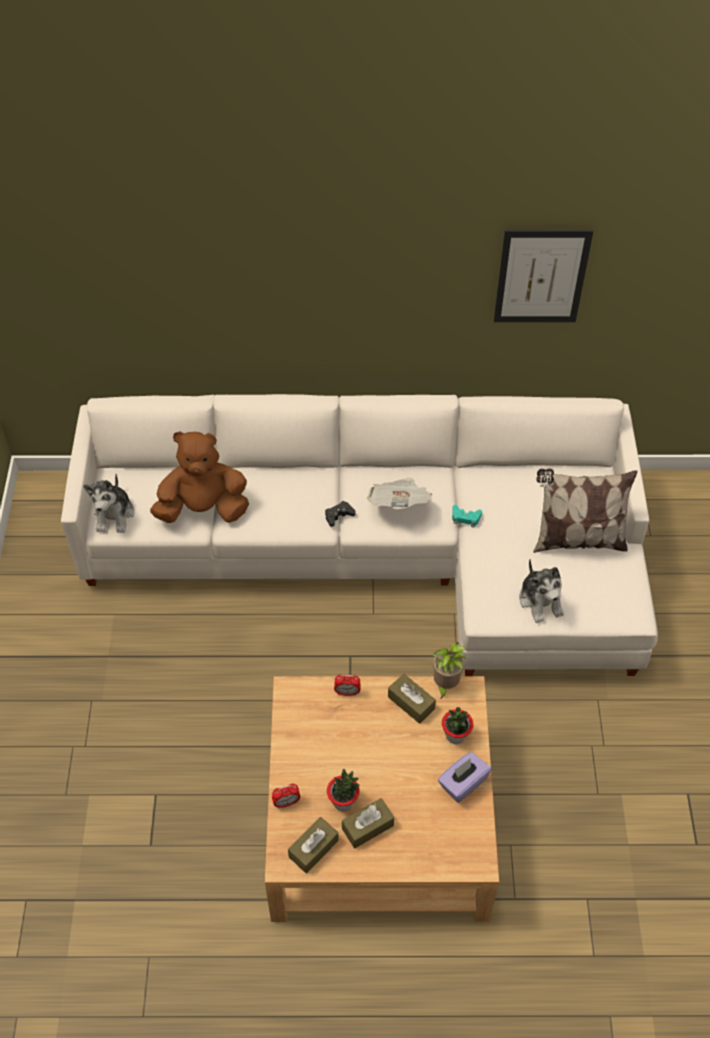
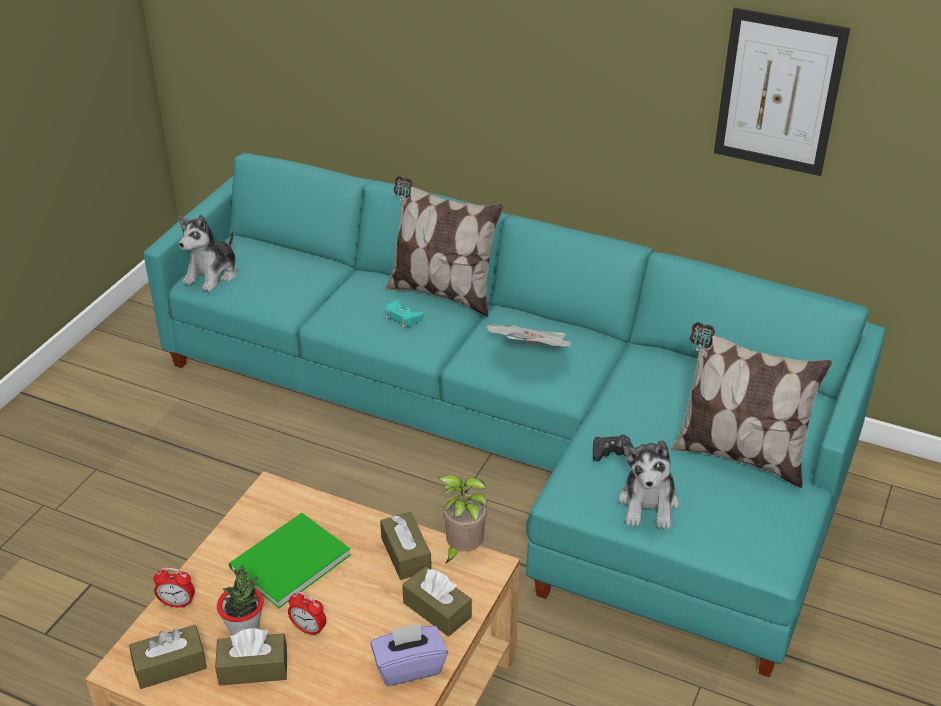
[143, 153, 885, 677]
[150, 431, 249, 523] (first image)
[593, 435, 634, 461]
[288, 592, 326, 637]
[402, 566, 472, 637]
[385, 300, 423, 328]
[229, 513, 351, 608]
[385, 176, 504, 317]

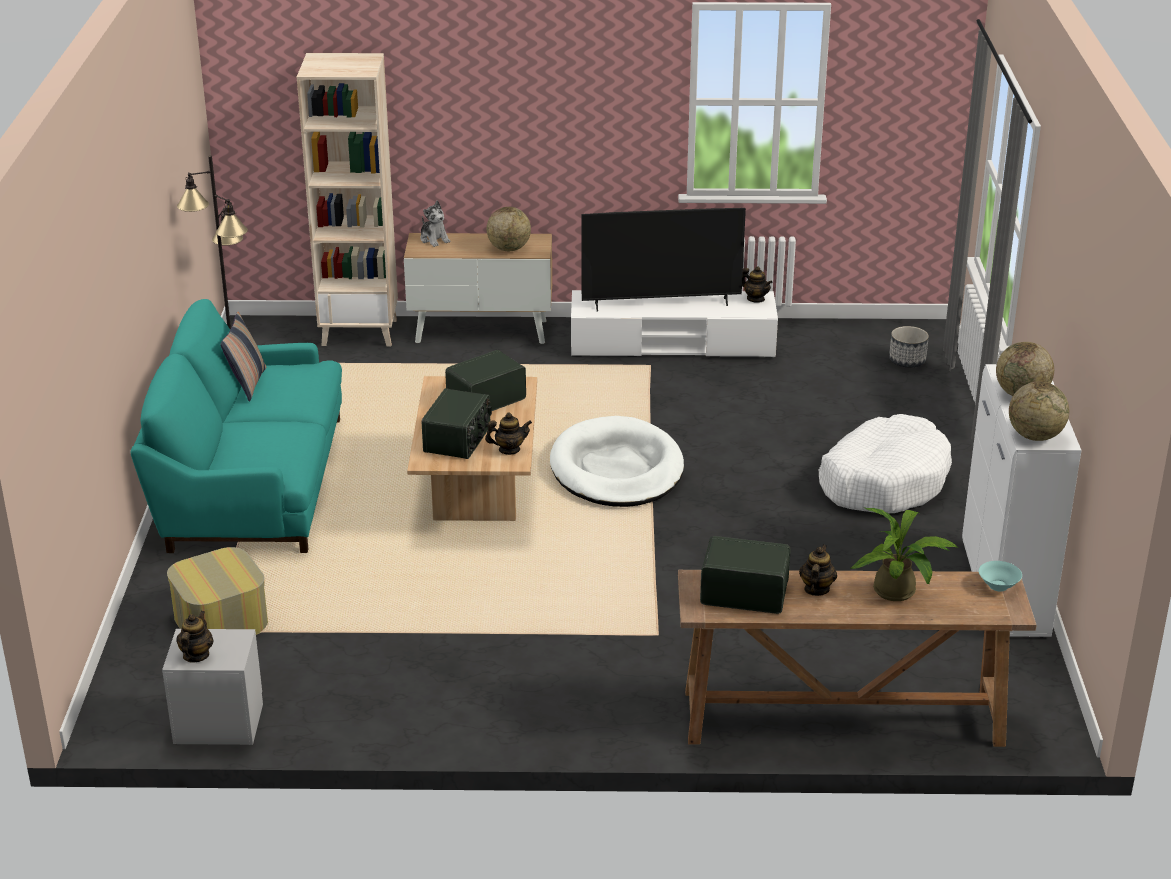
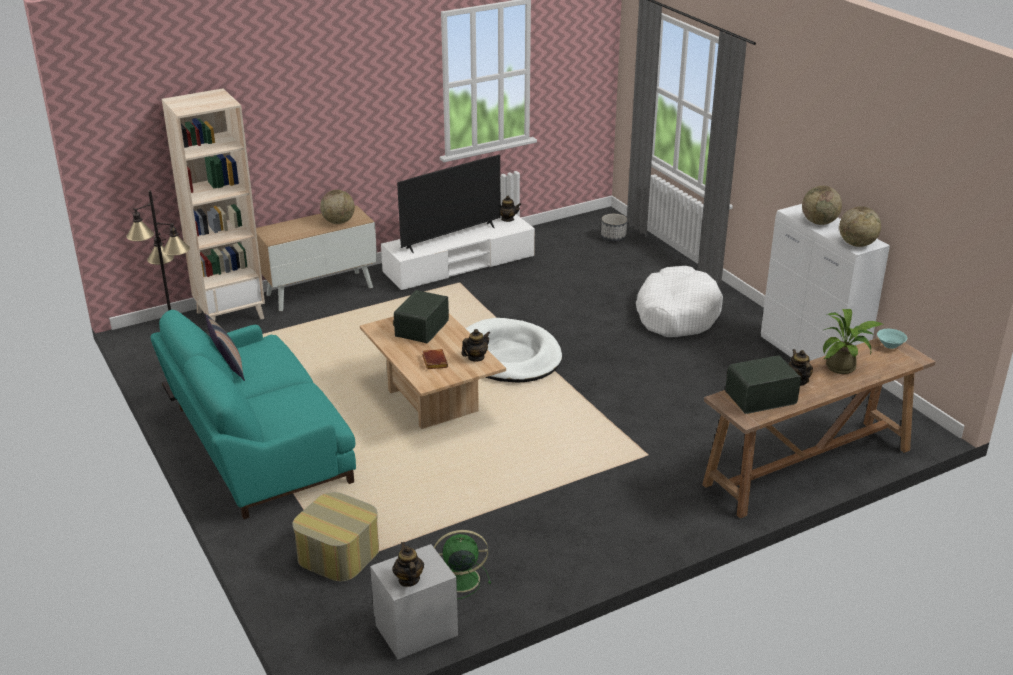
[420, 201, 450, 247] (first image)
[422, 349, 448, 369]
[434, 530, 491, 599]

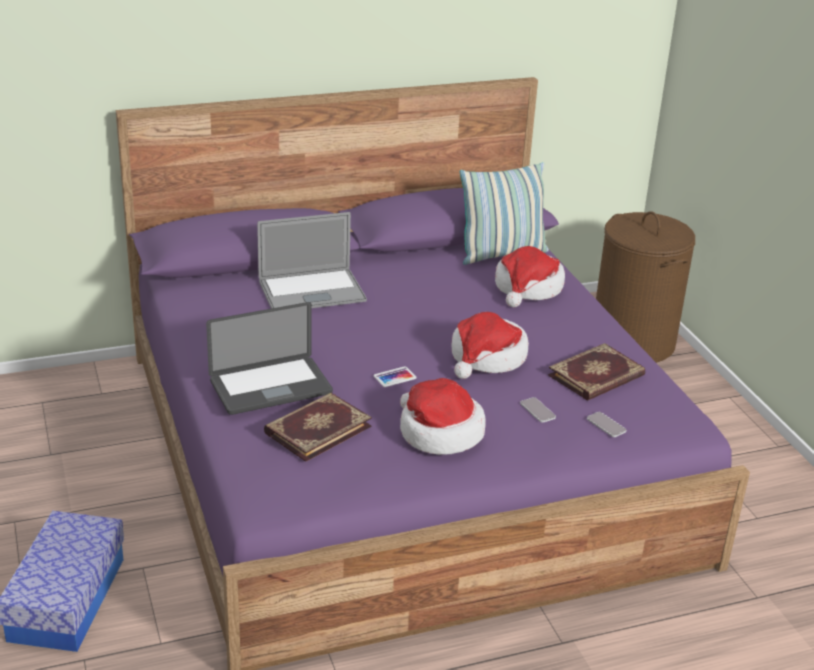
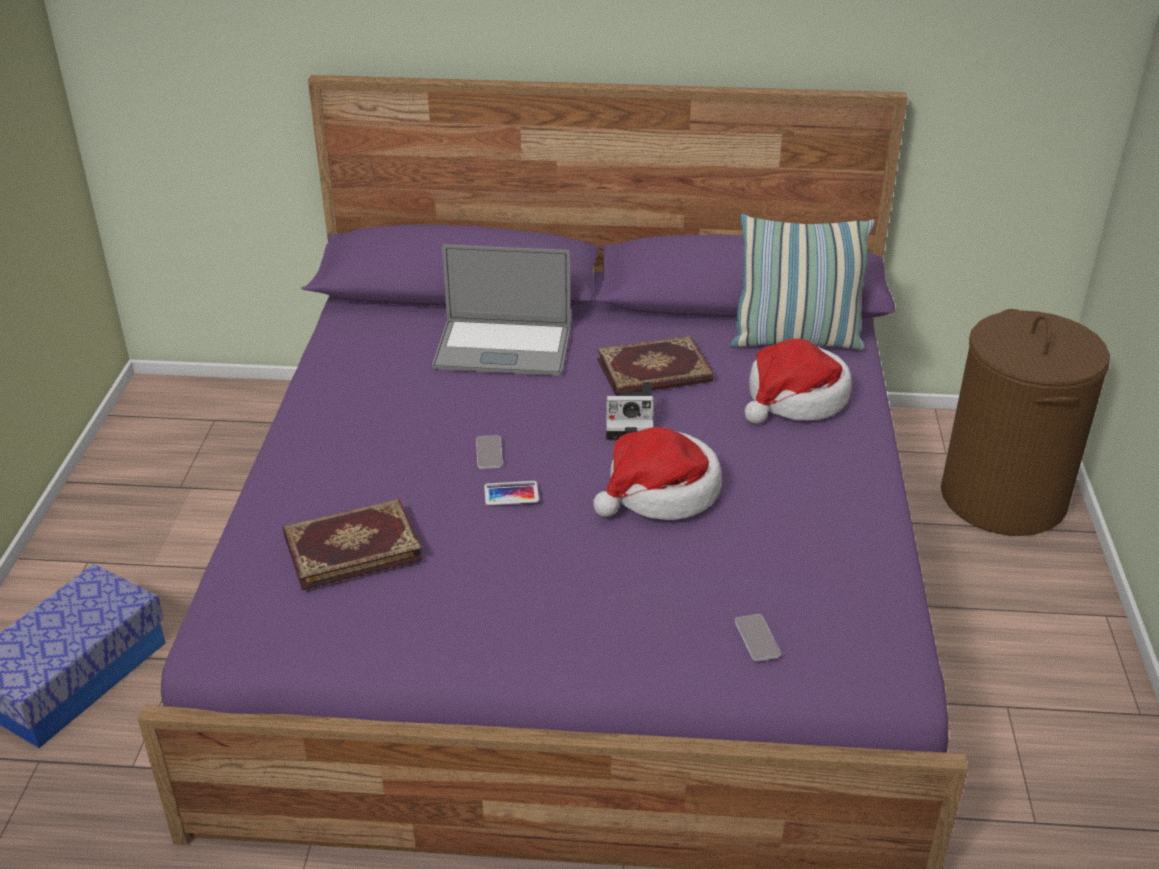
[206, 302, 333, 415] (first image)
[400, 378, 486, 455] (first image)
[476, 435, 503, 469]
[597, 335, 714, 396]
[606, 382, 654, 440]

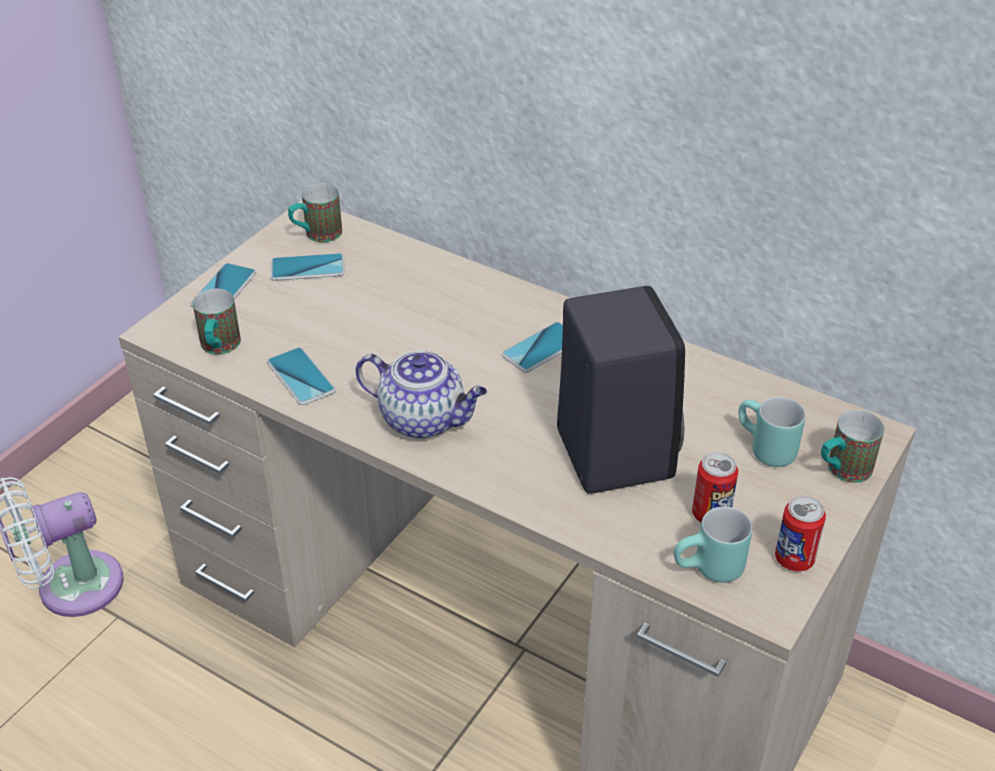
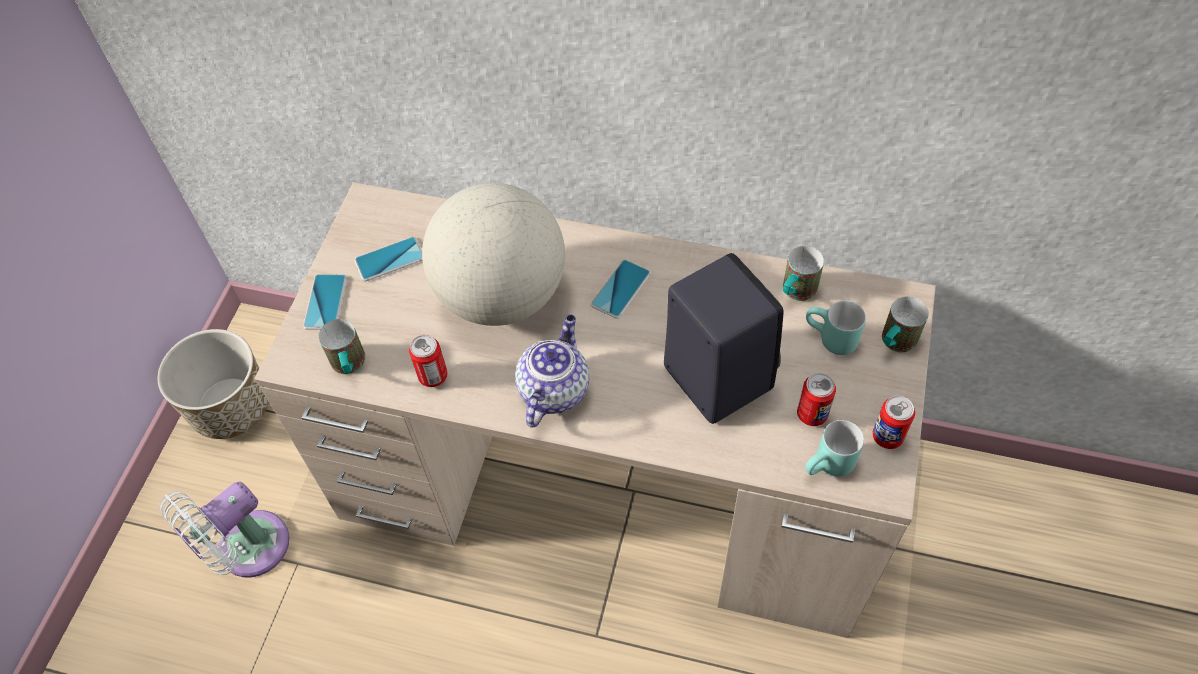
[409, 335, 448, 387]
[783, 246, 824, 301]
[515, 315, 589, 428]
[157, 329, 269, 439]
[422, 183, 565, 326]

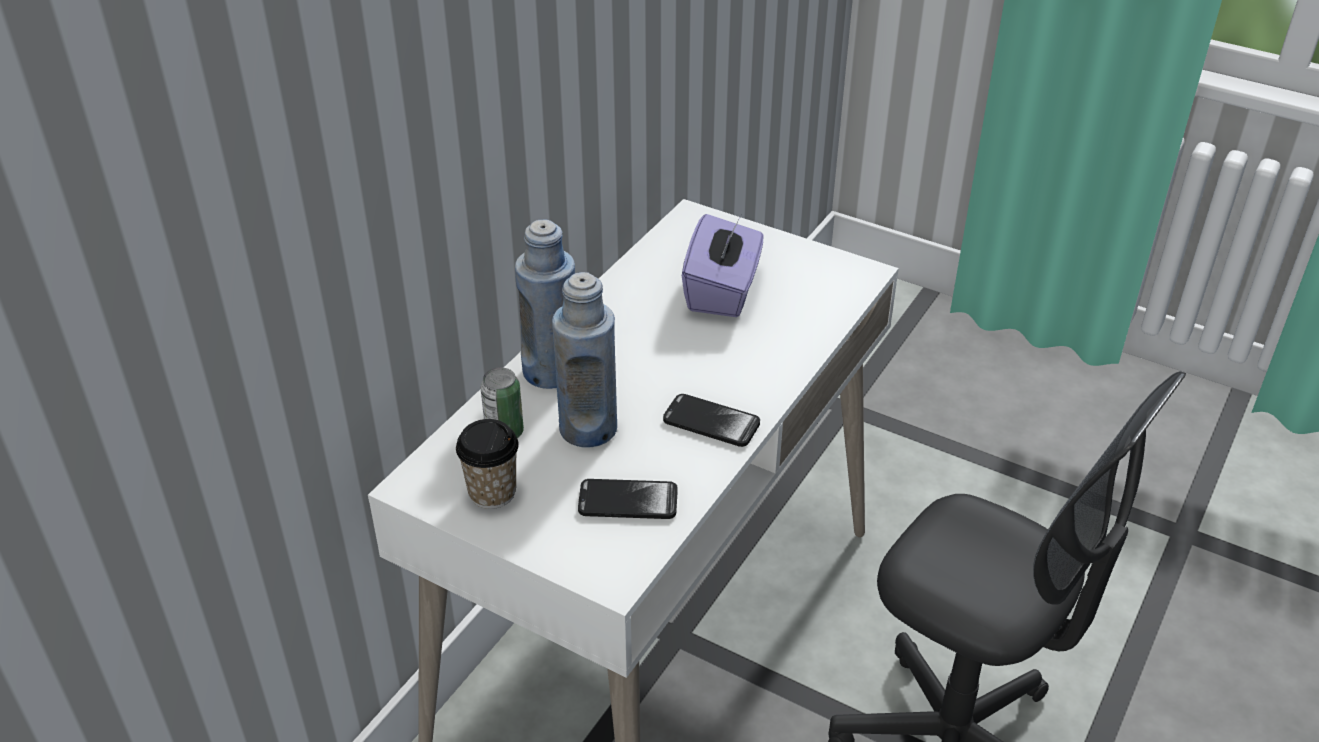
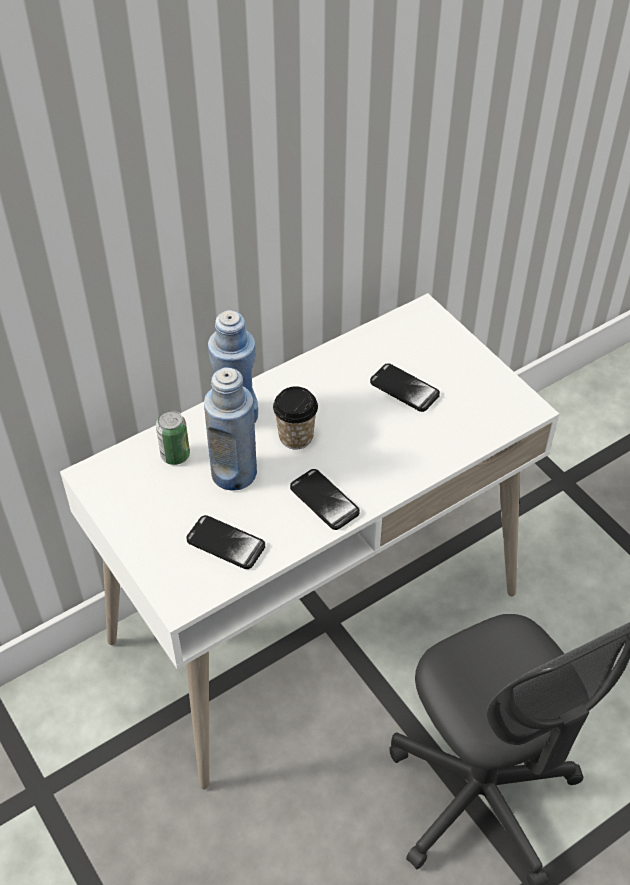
[273, 386, 318, 450]
[370, 363, 440, 412]

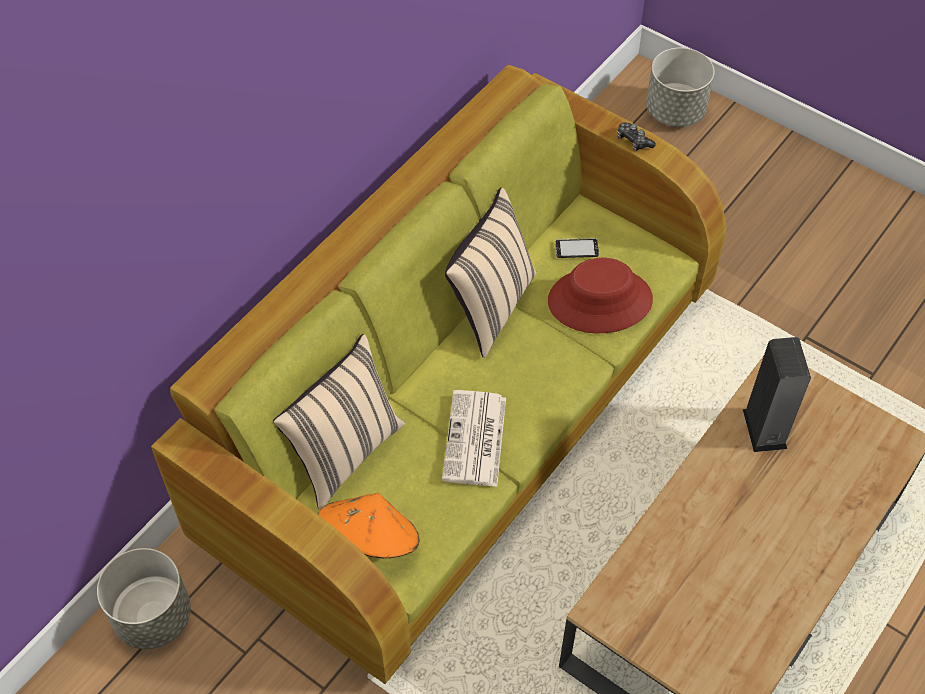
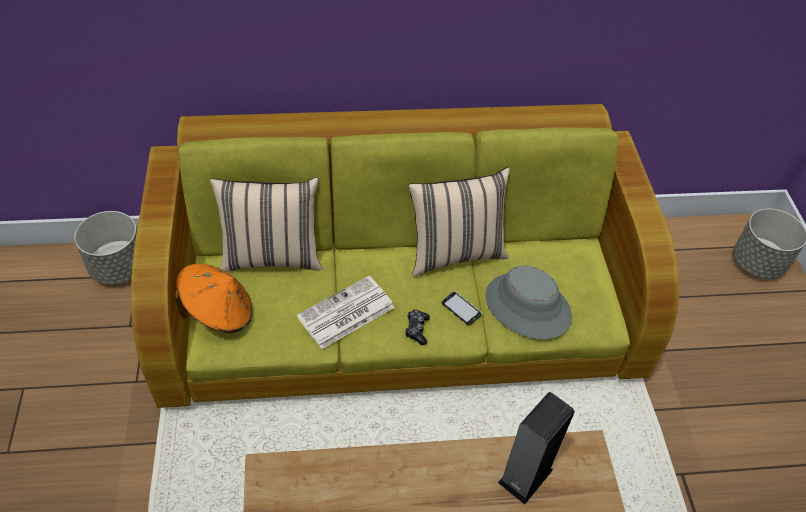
[485, 266, 572, 339]
[442, 291, 482, 325]
[405, 310, 430, 345]

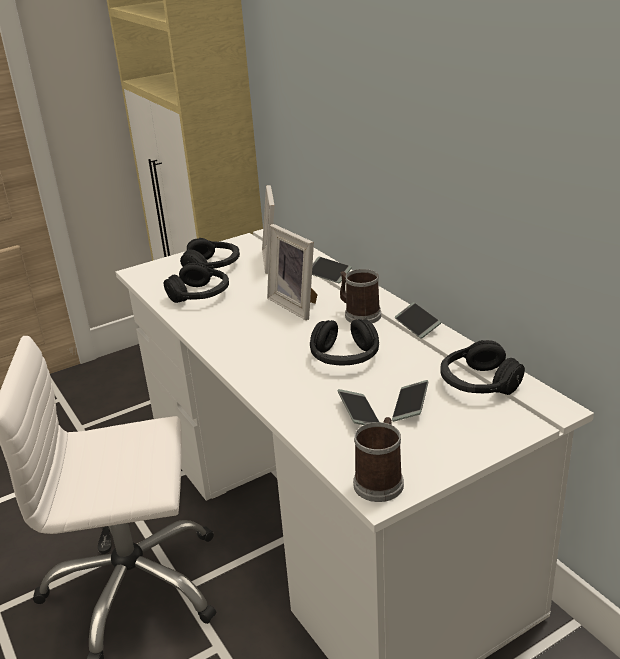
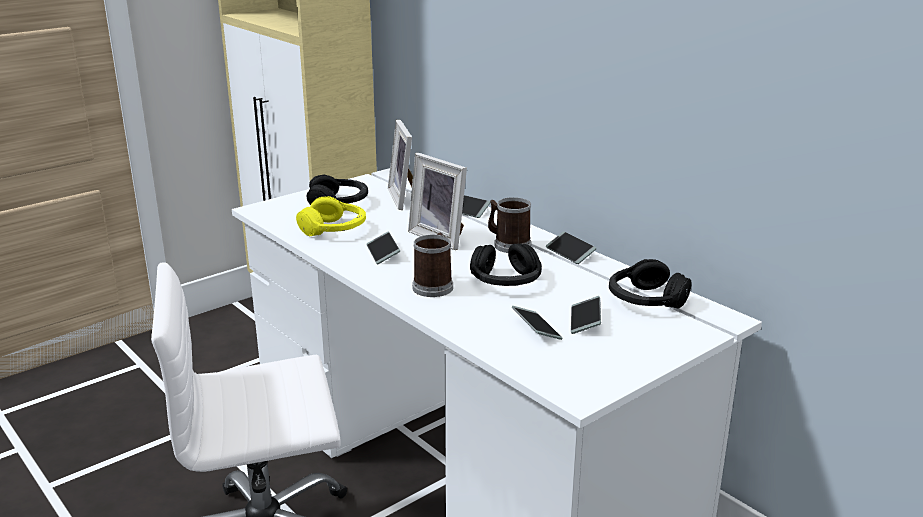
[296, 196, 366, 236]
[412, 233, 453, 297]
[366, 232, 400, 264]

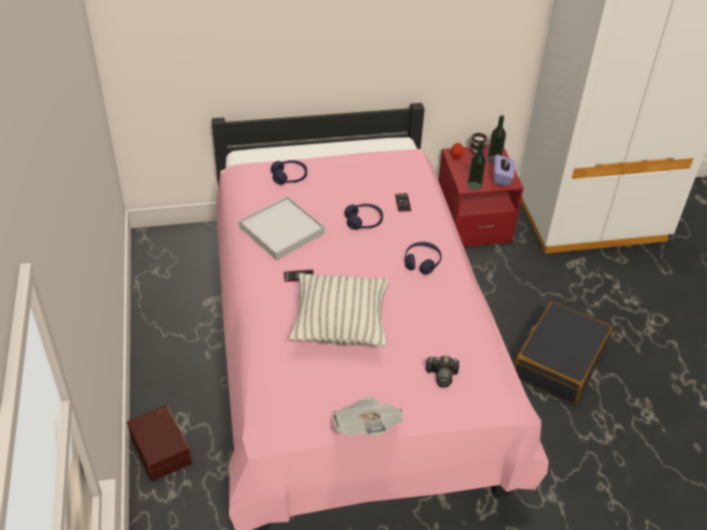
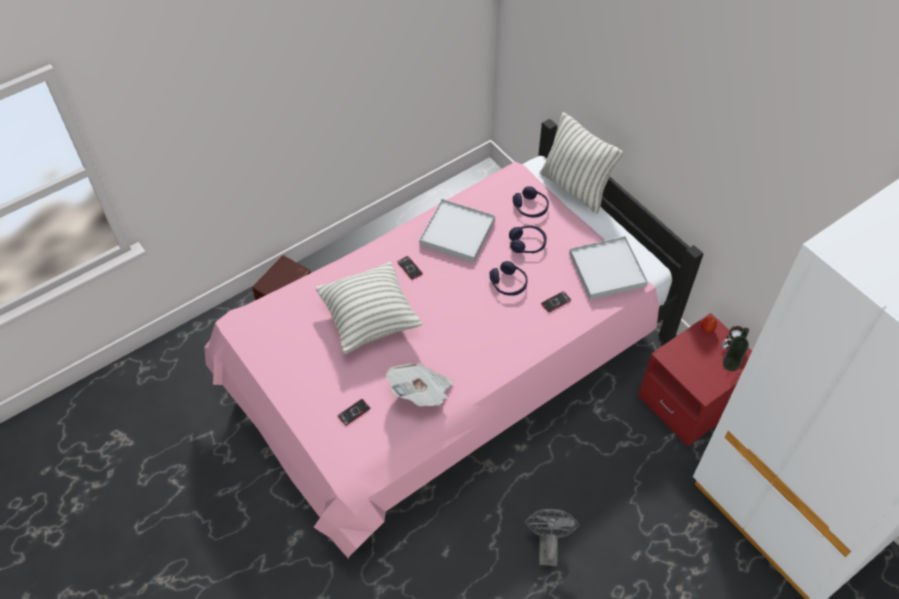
[386, 363, 453, 407]
[509, 225, 547, 253]
[338, 399, 370, 426]
[467, 141, 486, 191] (first image)
[493, 154, 515, 186] (first image)
[525, 509, 579, 566]
[540, 112, 623, 214]
[569, 236, 648, 300]

